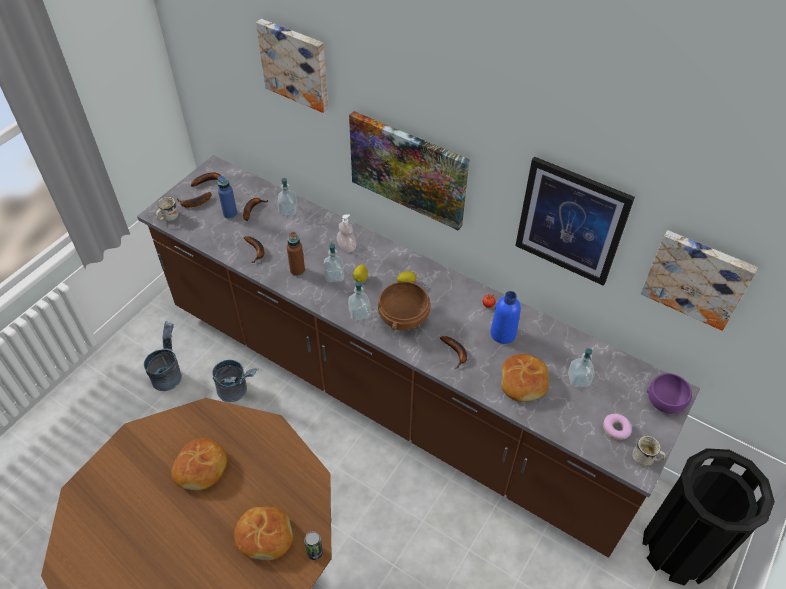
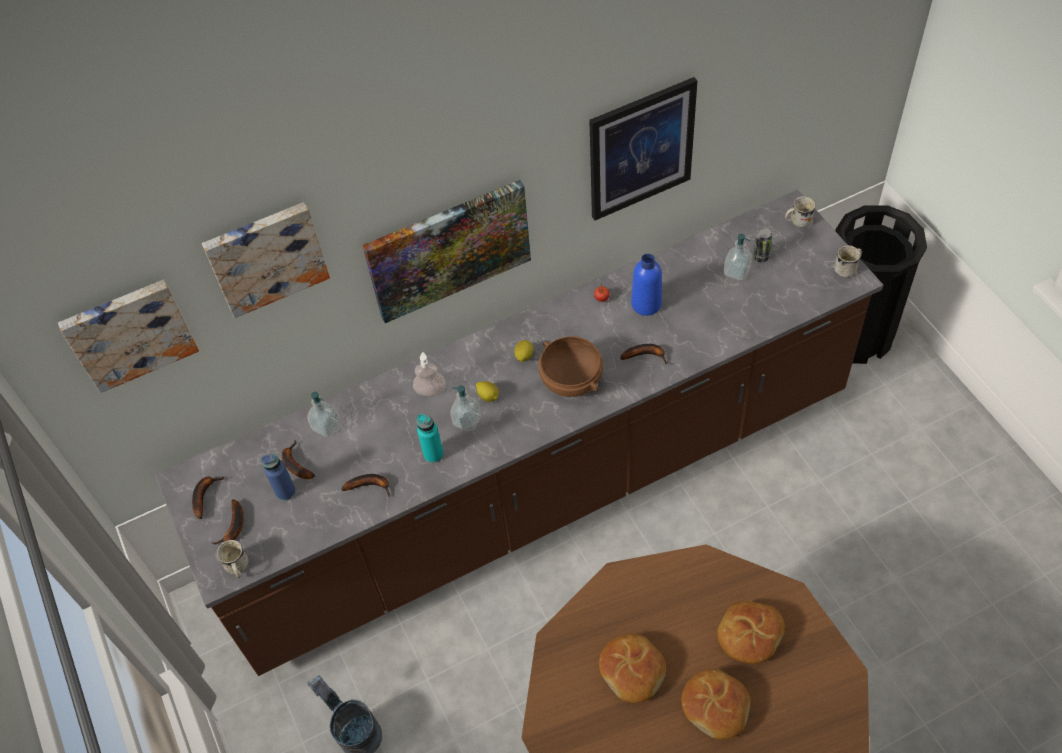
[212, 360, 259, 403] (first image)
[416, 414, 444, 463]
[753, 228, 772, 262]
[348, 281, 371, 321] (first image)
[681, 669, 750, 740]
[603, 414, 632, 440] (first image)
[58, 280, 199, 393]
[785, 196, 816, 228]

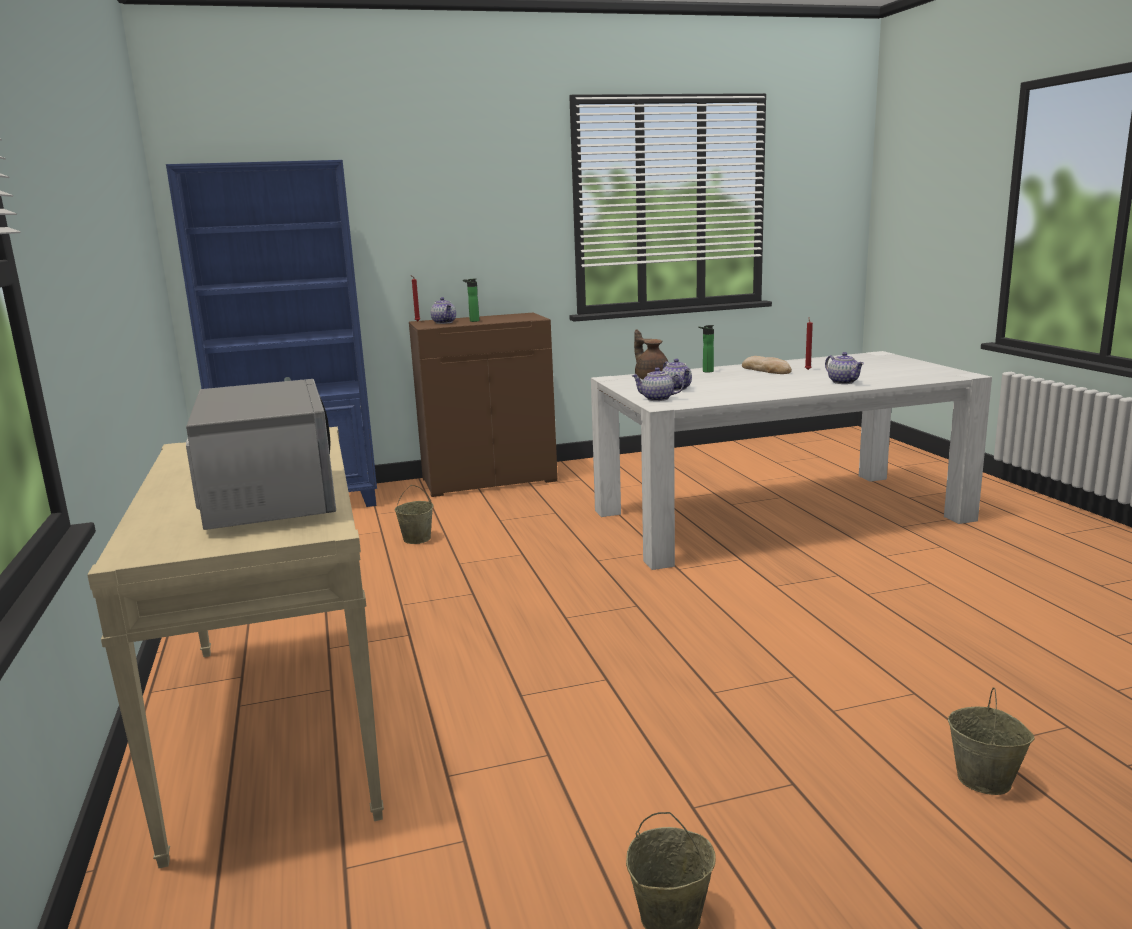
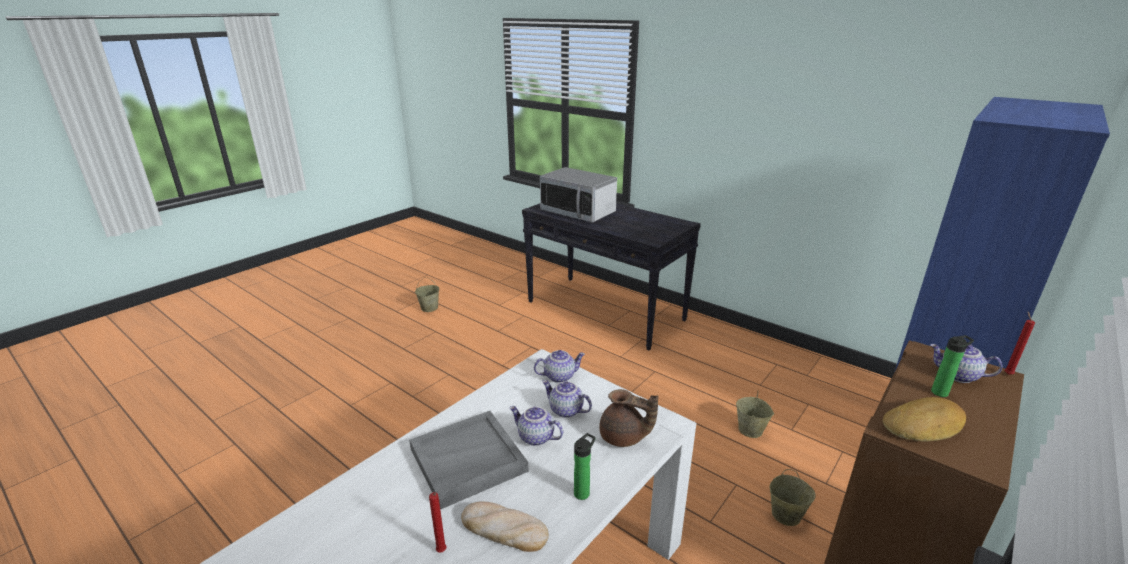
[522, 203, 701, 350]
[509, 406, 563, 446]
[770, 469, 816, 526]
[409, 411, 529, 509]
[883, 397, 966, 442]

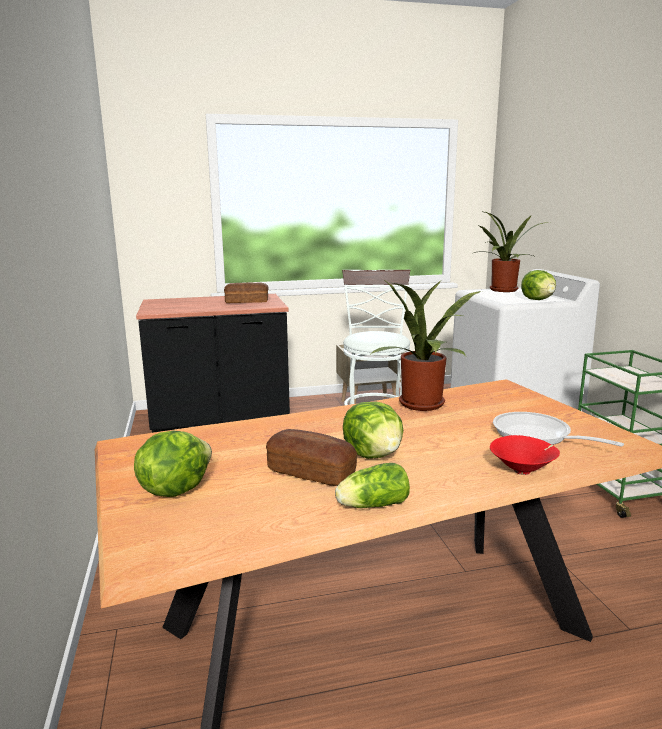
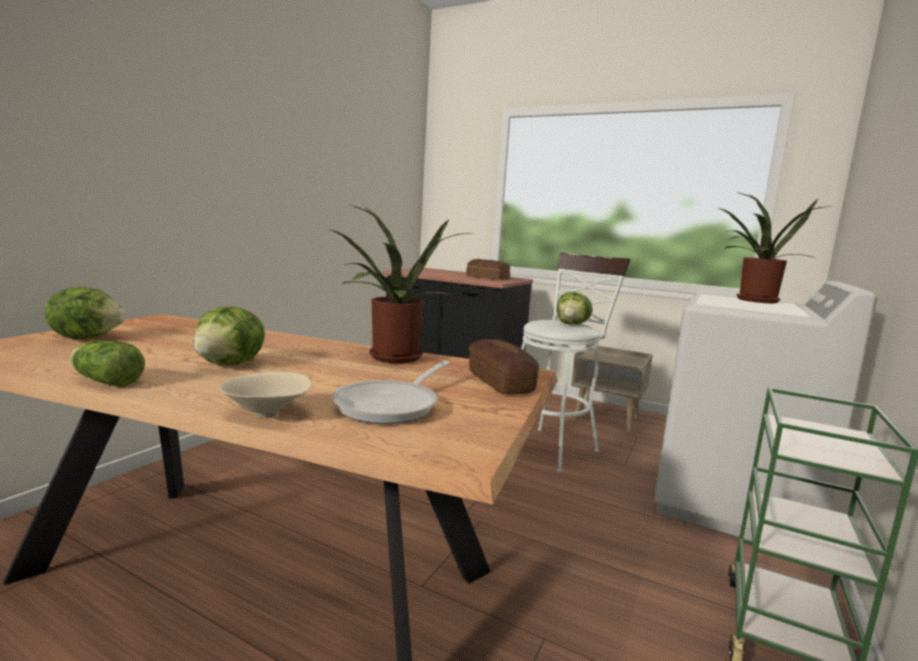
[469, 339, 539, 394]
[219, 372, 312, 418]
[332, 361, 450, 424]
[557, 292, 593, 324]

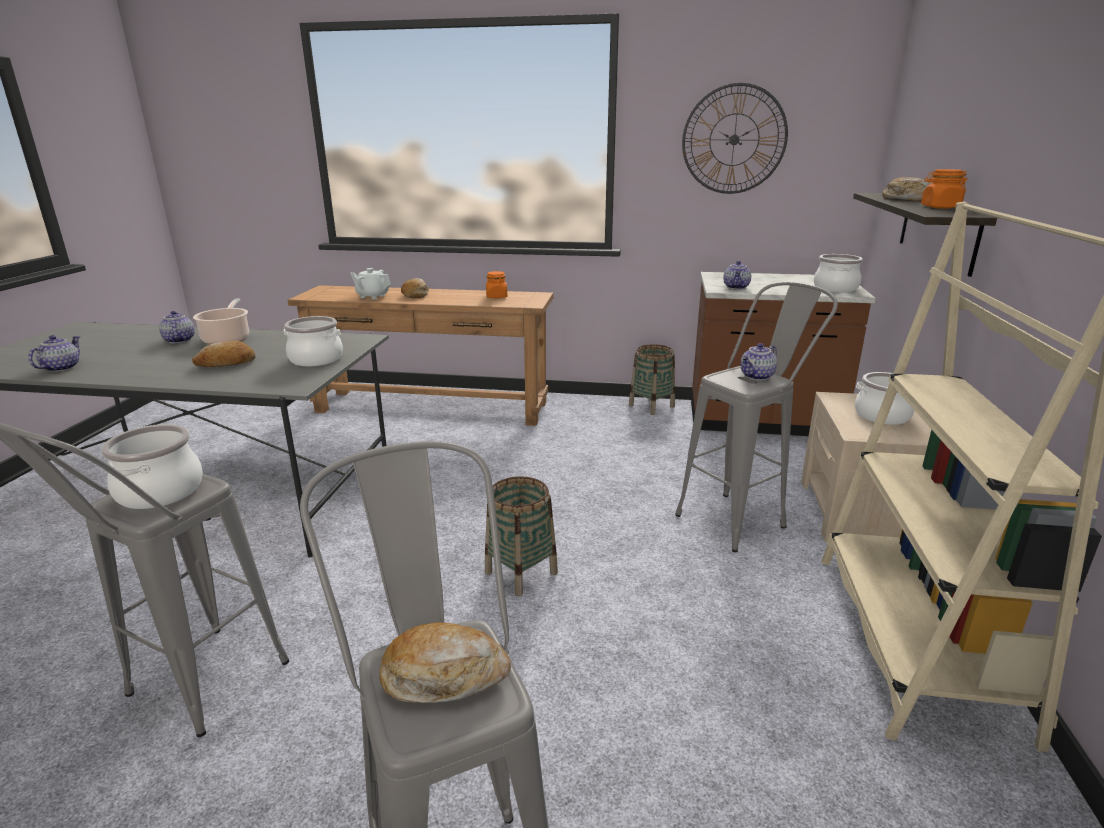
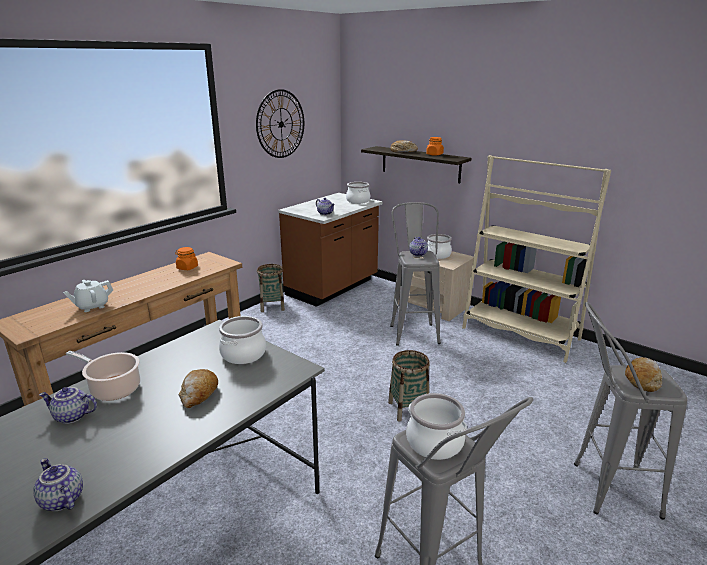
[401, 278, 429, 298] (first image)

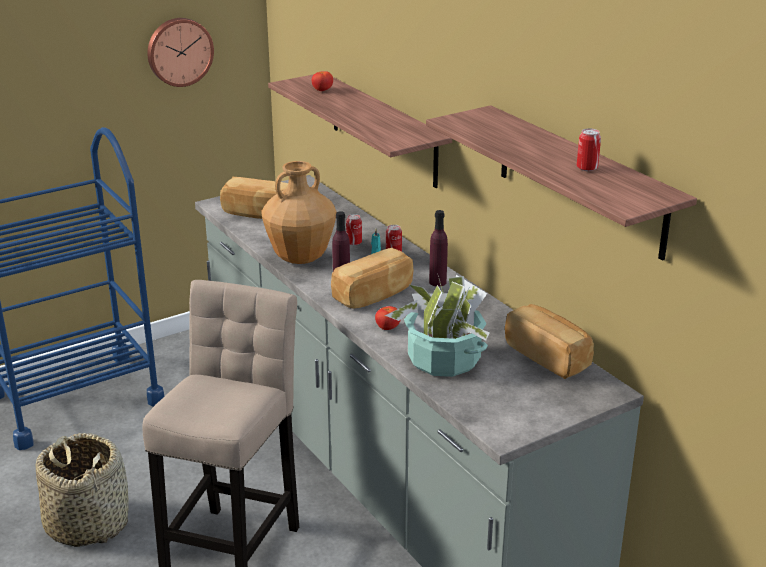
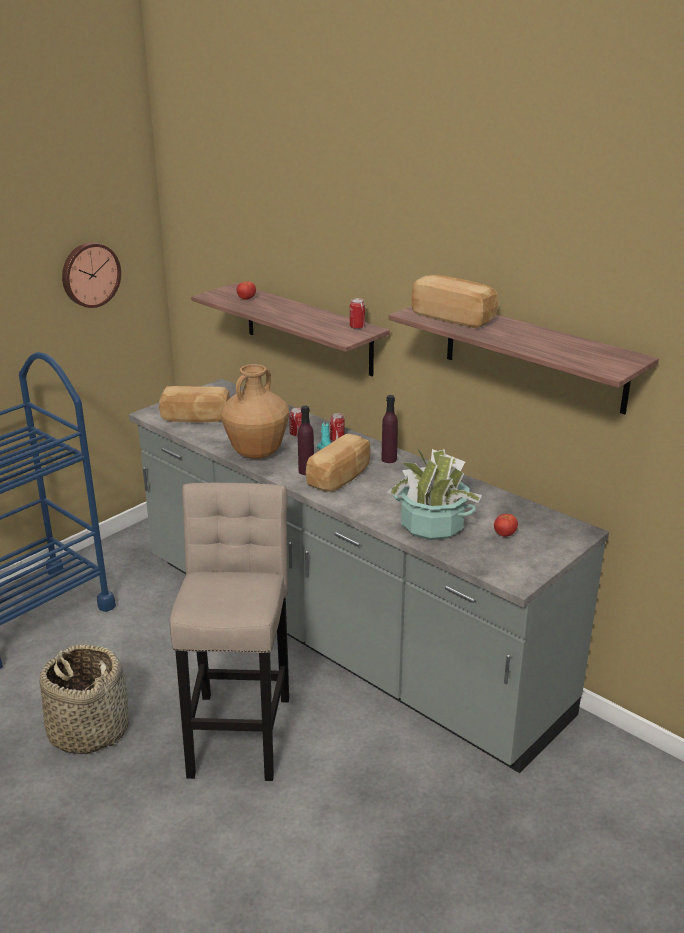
[494, 514, 518, 537]
[411, 275, 498, 329]
[350, 298, 365, 329]

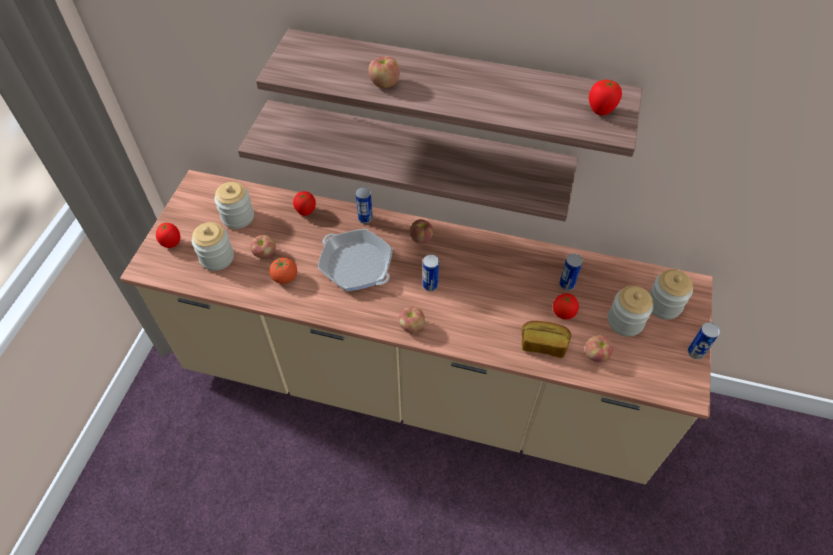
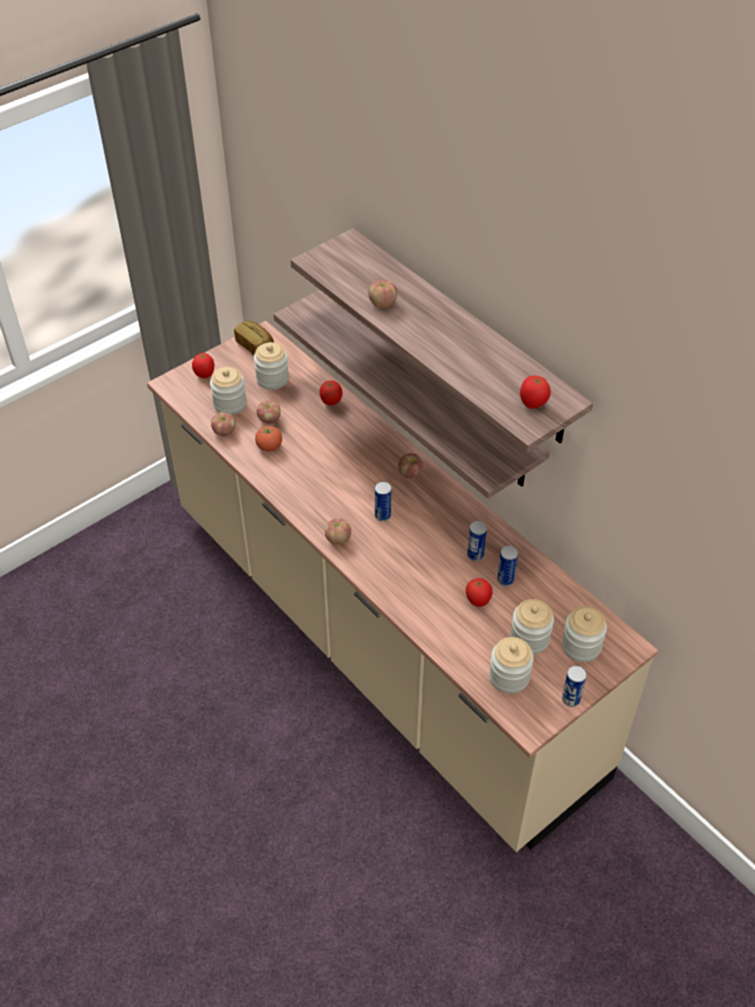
[318, 229, 393, 291] (first image)
[467, 521, 487, 561]
[234, 320, 274, 356]
[211, 412, 236, 436]
[489, 637, 534, 694]

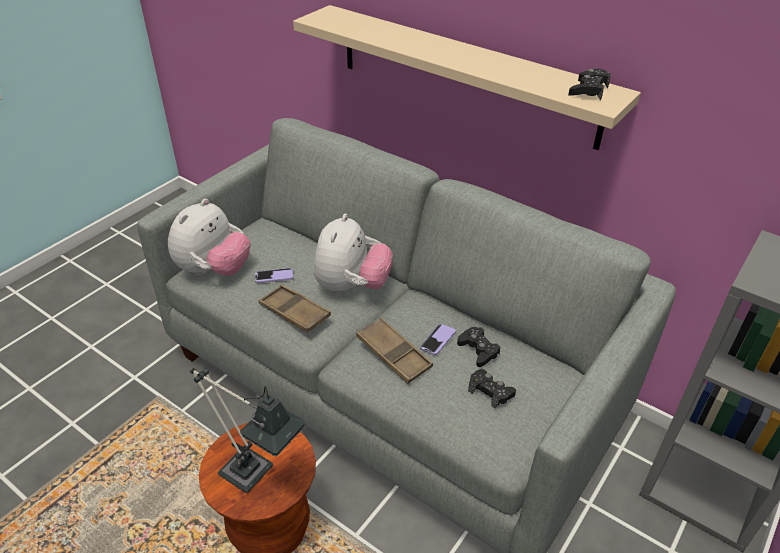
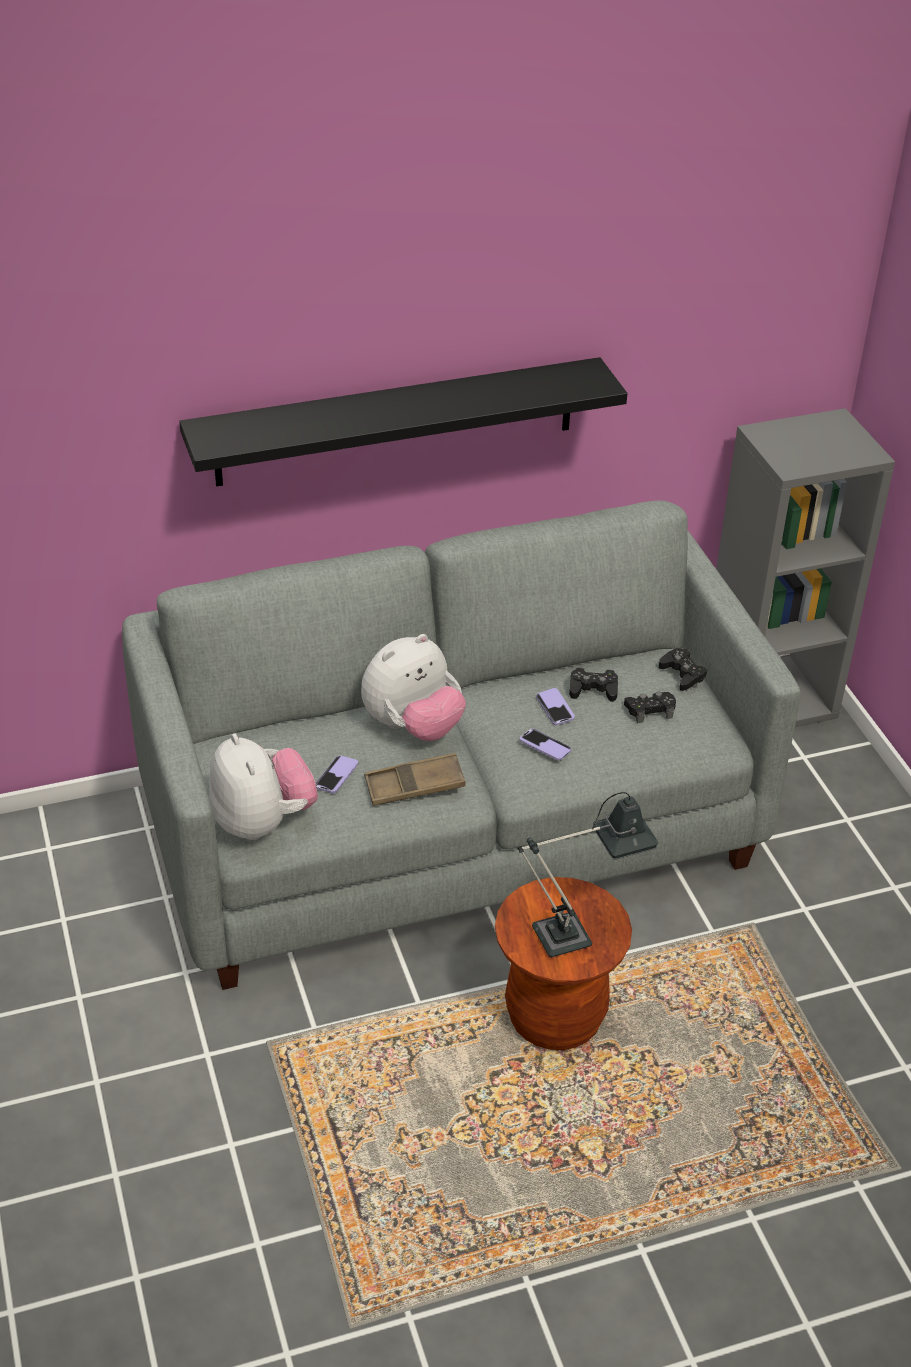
[179, 357, 627, 487]
[361, 634, 466, 741]
[520, 728, 571, 760]
[659, 648, 708, 691]

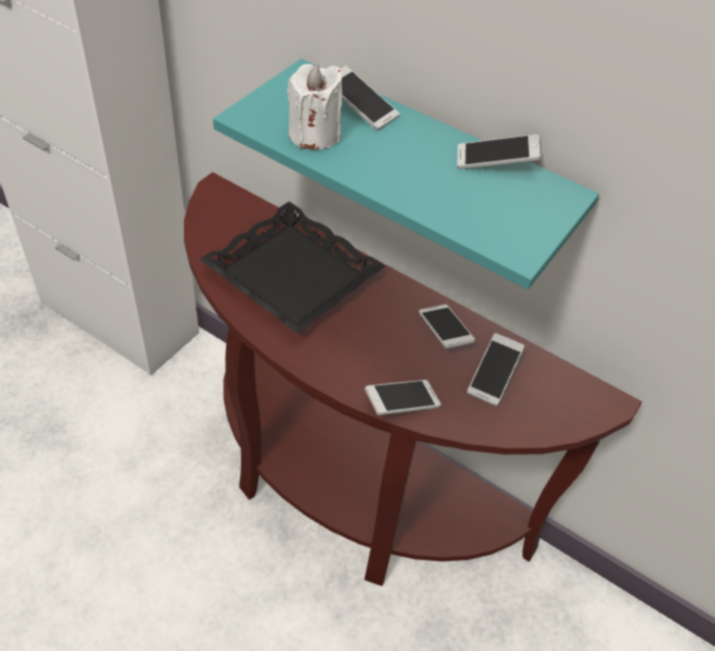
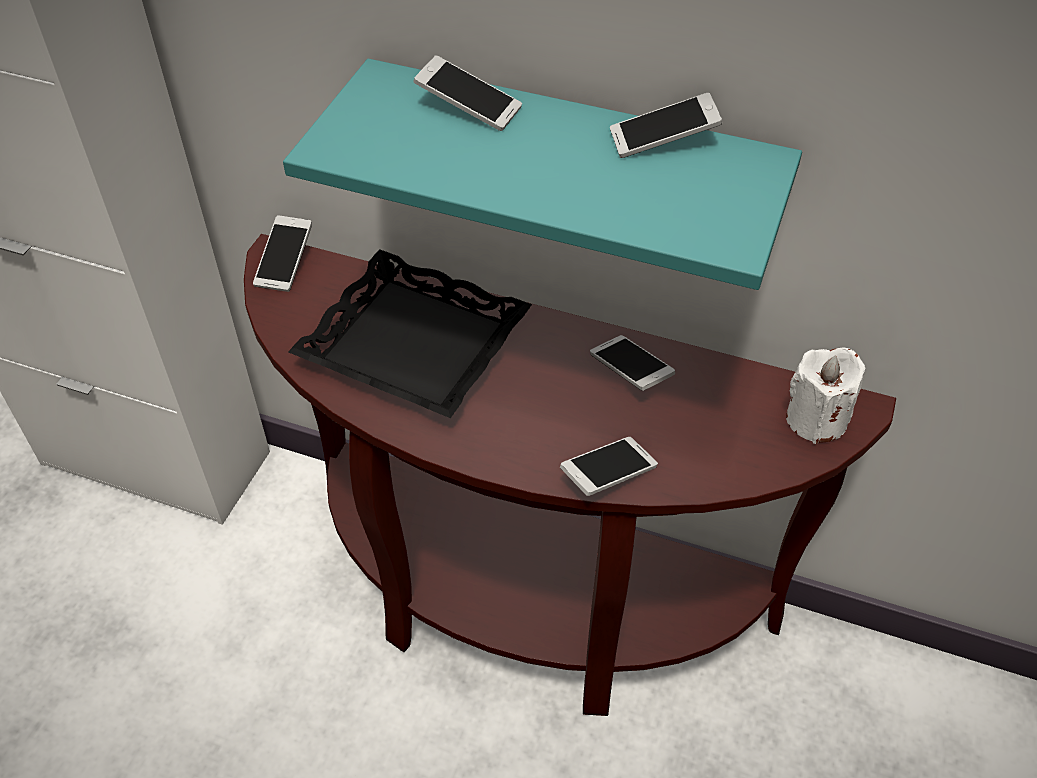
[786, 347, 866, 444]
[253, 215, 312, 292]

